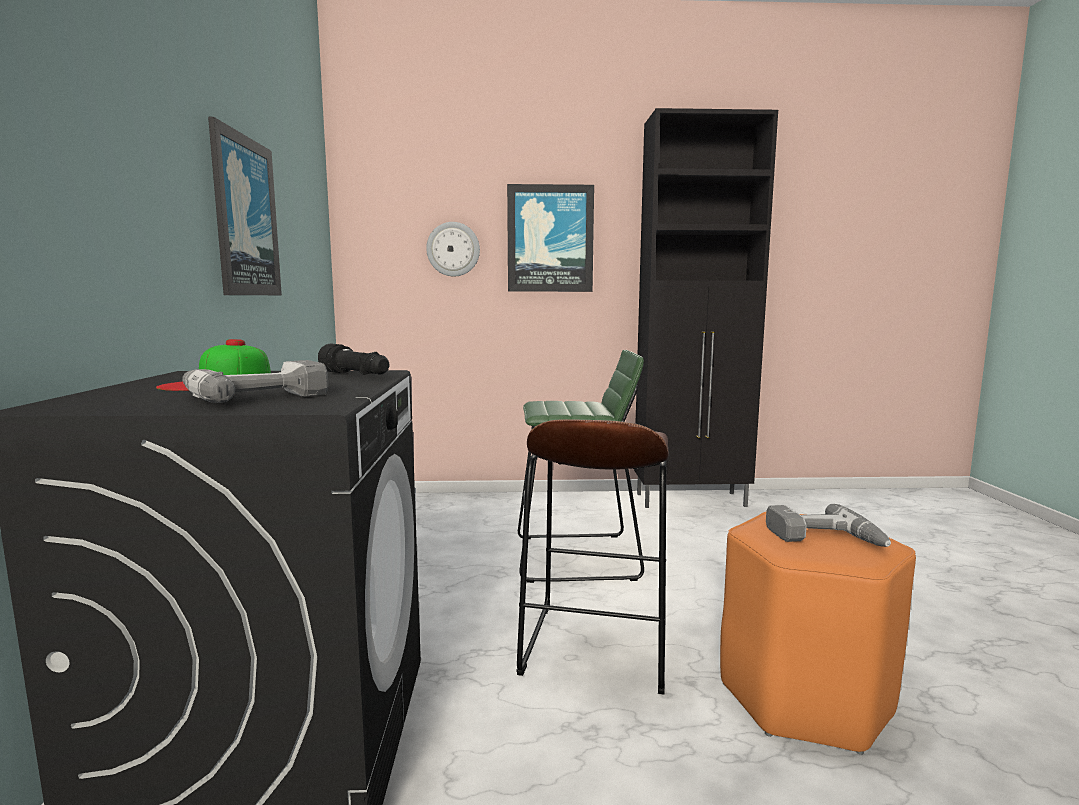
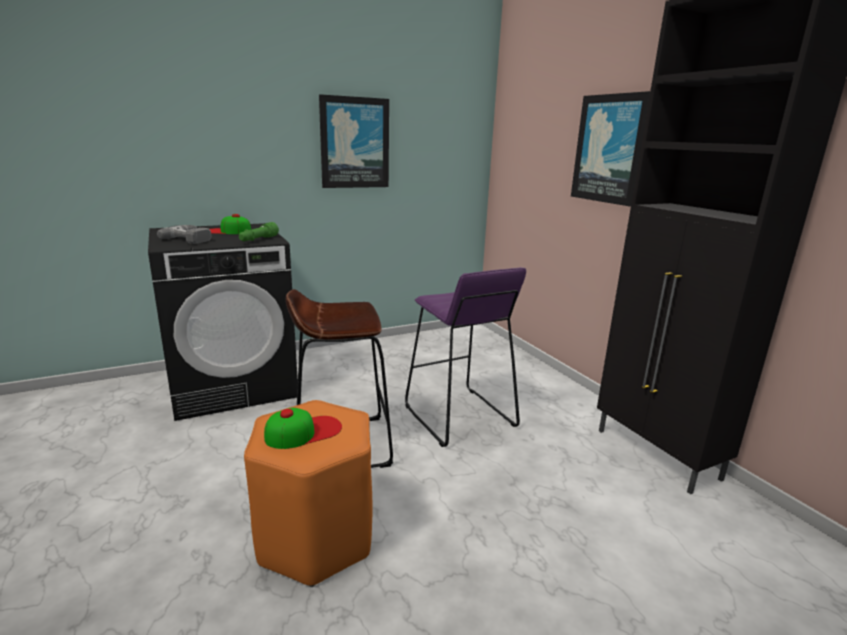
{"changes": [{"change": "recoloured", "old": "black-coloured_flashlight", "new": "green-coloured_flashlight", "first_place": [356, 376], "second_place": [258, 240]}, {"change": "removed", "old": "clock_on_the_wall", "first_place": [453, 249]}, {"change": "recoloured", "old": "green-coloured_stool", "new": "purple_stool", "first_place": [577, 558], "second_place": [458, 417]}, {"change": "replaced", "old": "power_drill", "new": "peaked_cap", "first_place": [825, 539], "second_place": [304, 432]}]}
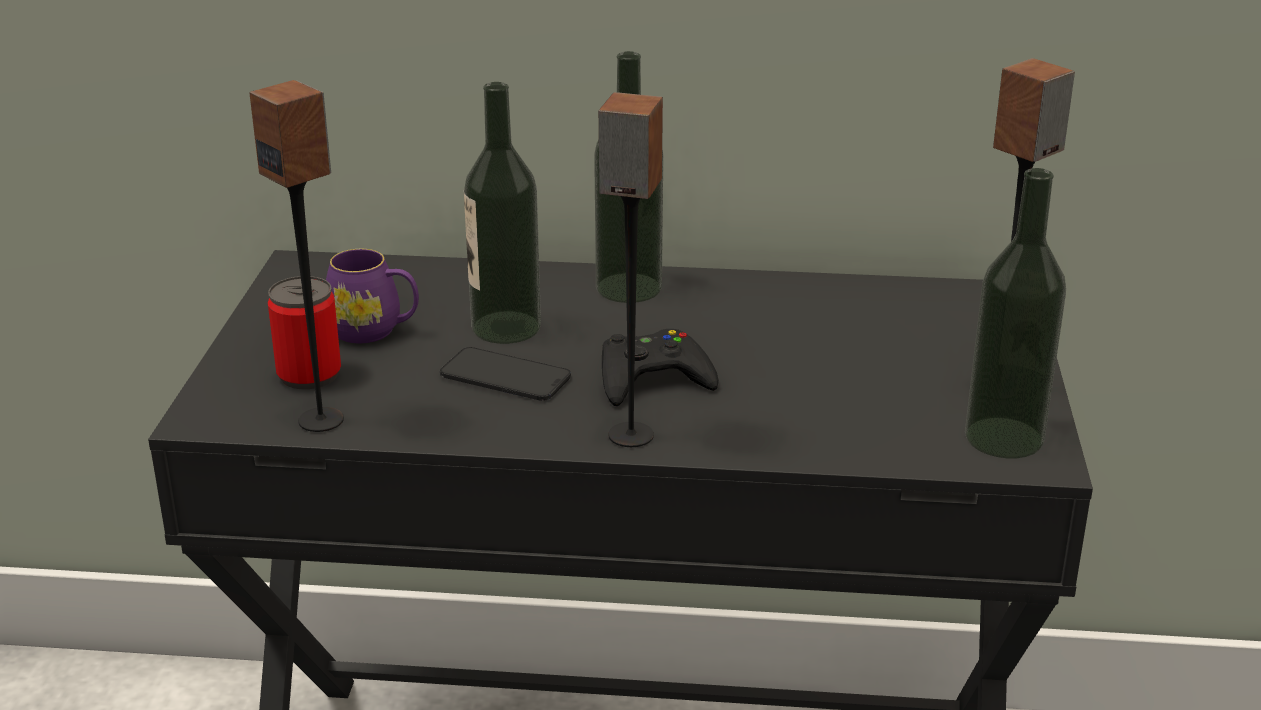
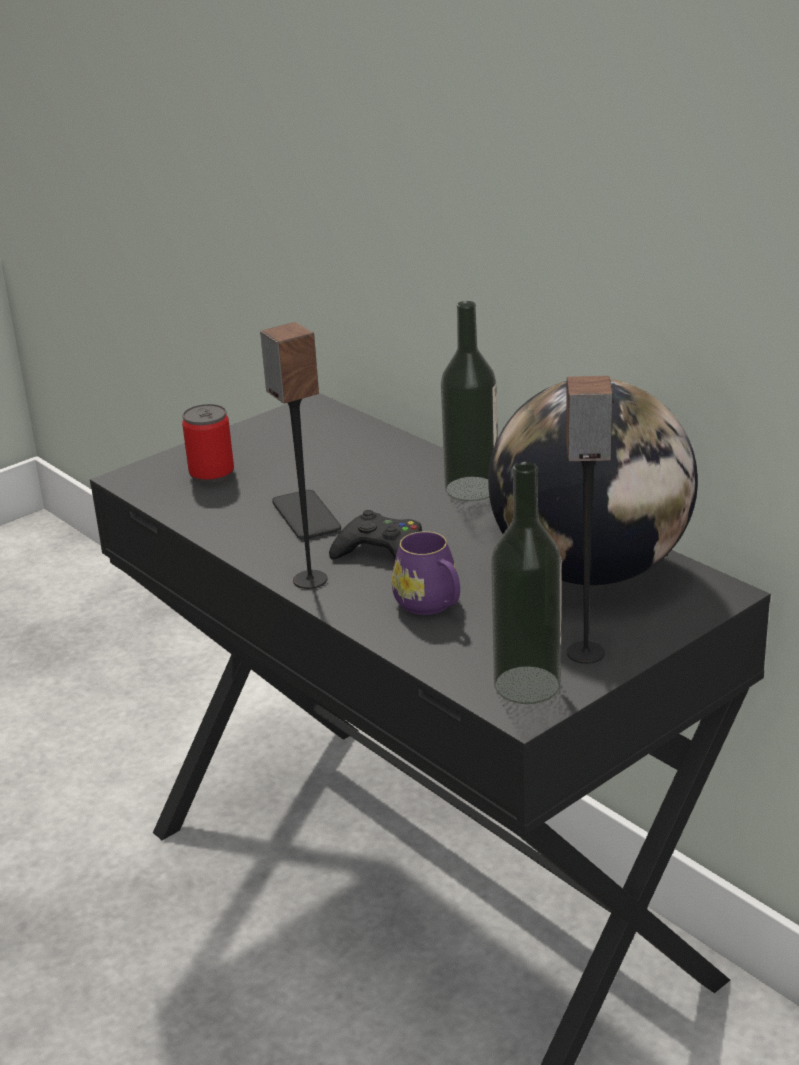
{"changes": [{"change": "removed", "old": "speaker", "first_place": [322, 420]}, {"change": "moved", "old": "purple_mug", "first_place": [373, 331], "second_place": [431, 605]}, {"change": "removed", "old": "drink_bottle", "first_place": [506, 327]}, {"change": "added", "new": "world_globe", "second_place": [591, 570]}]}
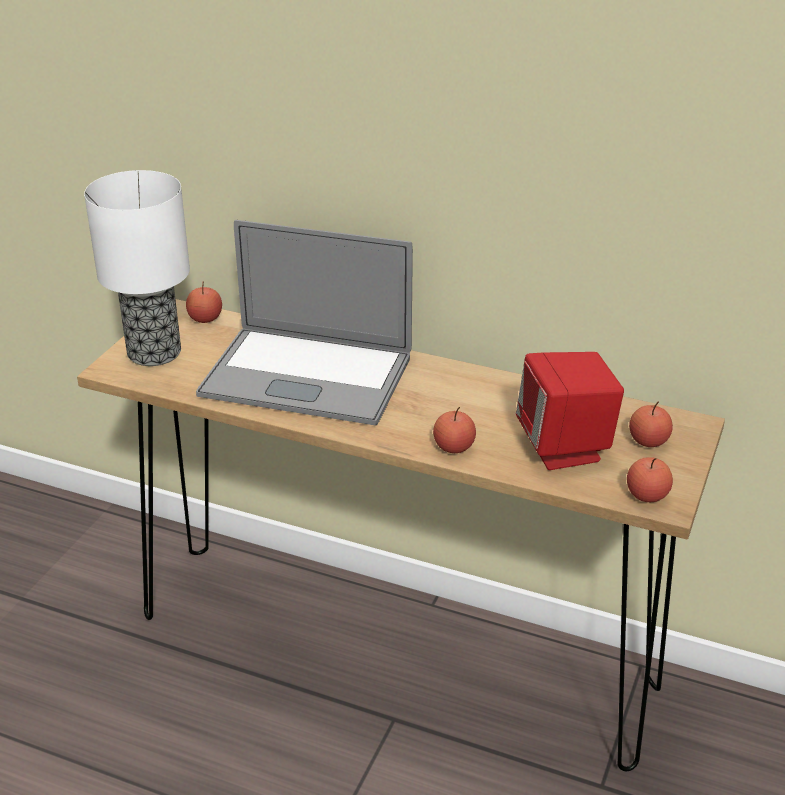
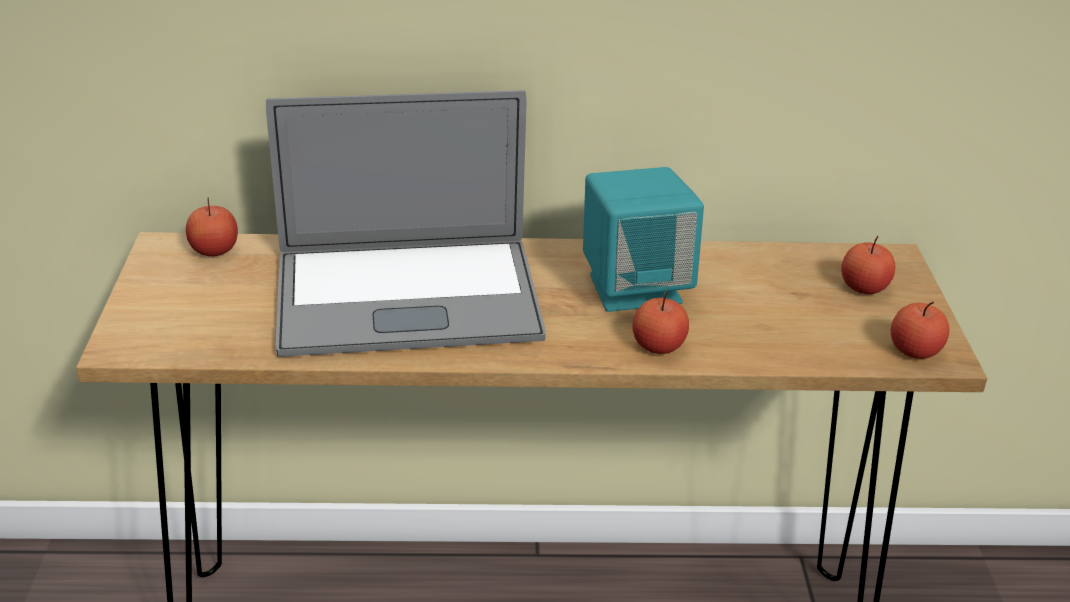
{"changes": [{"change": "removed", "old": "lamp_for_a_table", "first_place": [155, 353]}, {"change": "removed", "old": "red-coloured_speaker", "first_place": [564, 448]}, {"change": "added", "new": "turquoise-coloured_speaker", "second_place": [635, 288]}]}
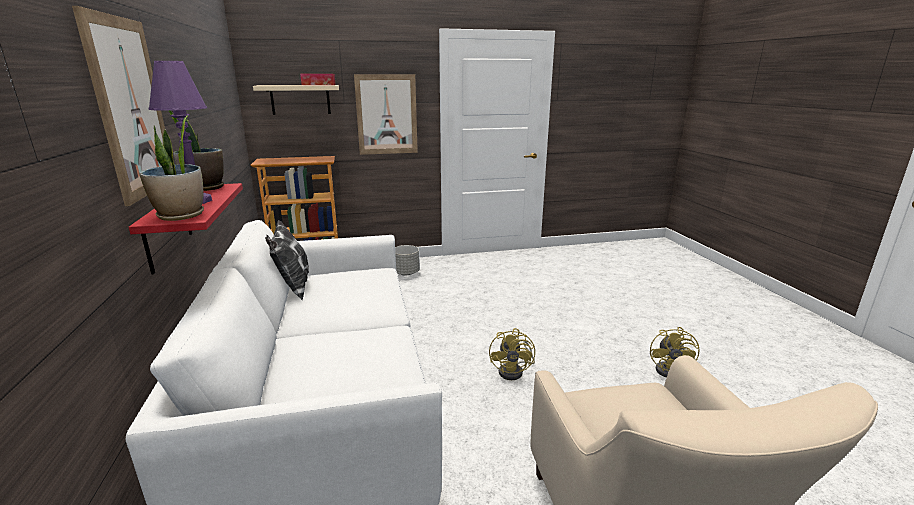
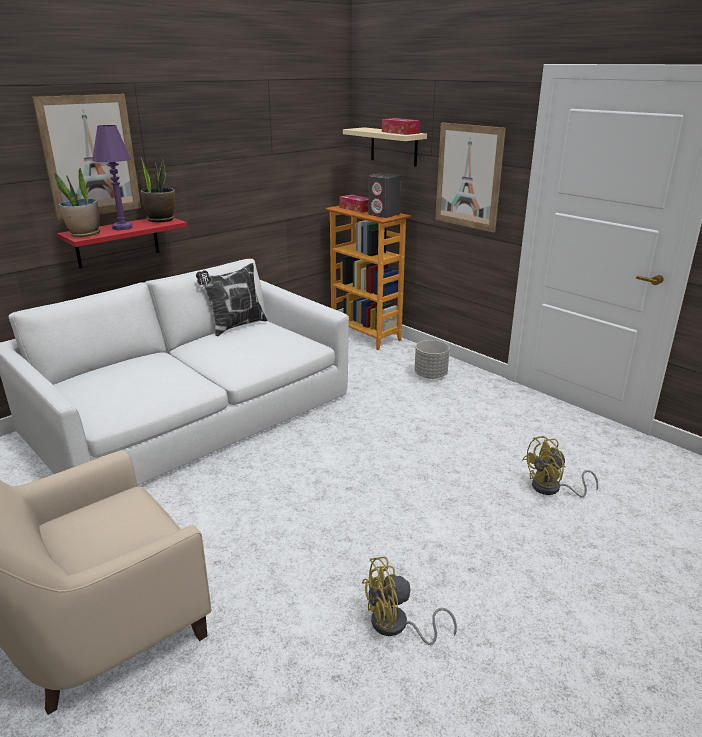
{"changes": [{"change": "moved", "old": "yellowish_cooling_fan", "first_place": [514, 371], "second_place": [552, 489]}, {"change": "added", "new": "tissue_box", "second_place": [356, 209]}, {"change": "added", "new": "grey_speaker", "second_place": [384, 215]}]}
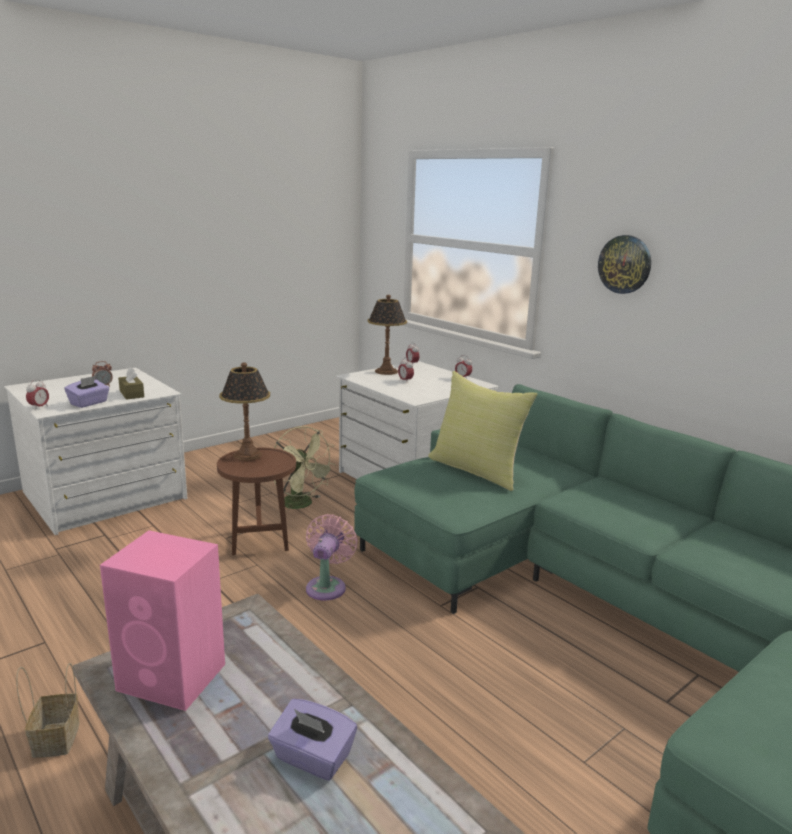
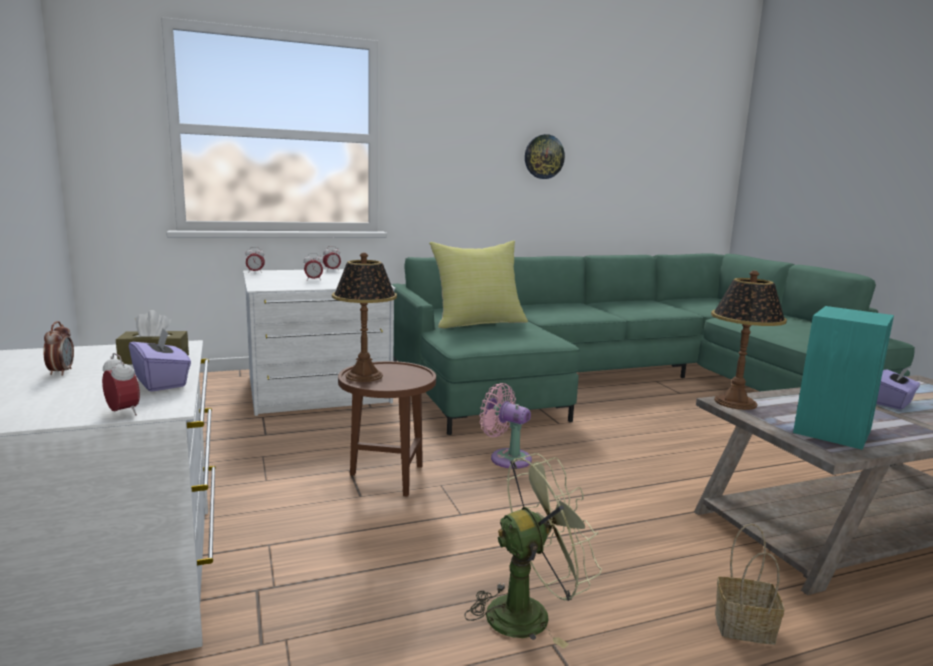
{"changes": [{"change": "recoloured", "old": "pink_speaker", "new": "turquoise-coloured_speaker", "first_place": [174, 677], "second_place": [833, 430]}, {"change": "moved", "old": "green-coloured_cooling_fan", "first_place": [302, 505], "second_place": [529, 612]}, {"change": "moved", "old": "lamp_for_a_table", "first_place": [386, 371], "second_place": [736, 402]}, {"change": "moved", "old": "clock_on_the_wall", "first_place": [624, 264], "second_place": [544, 156]}]}
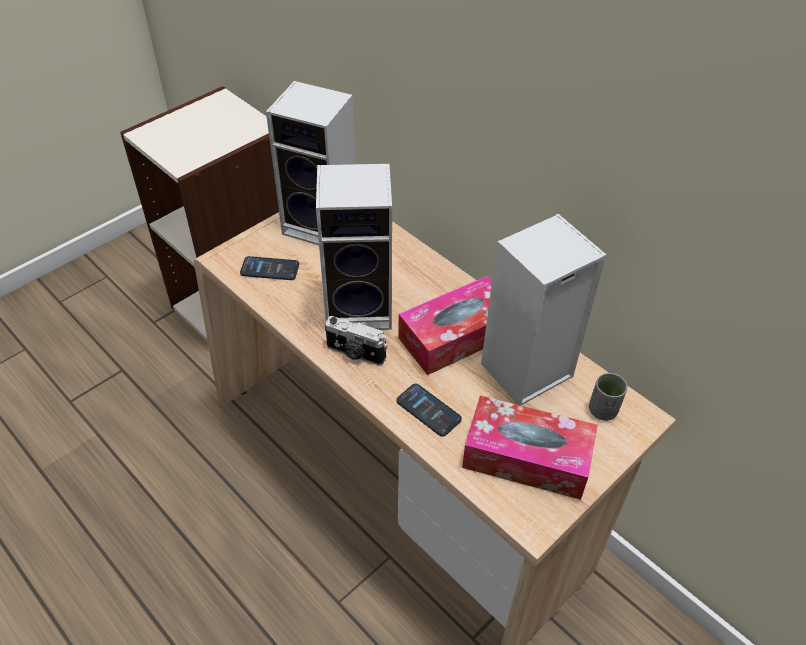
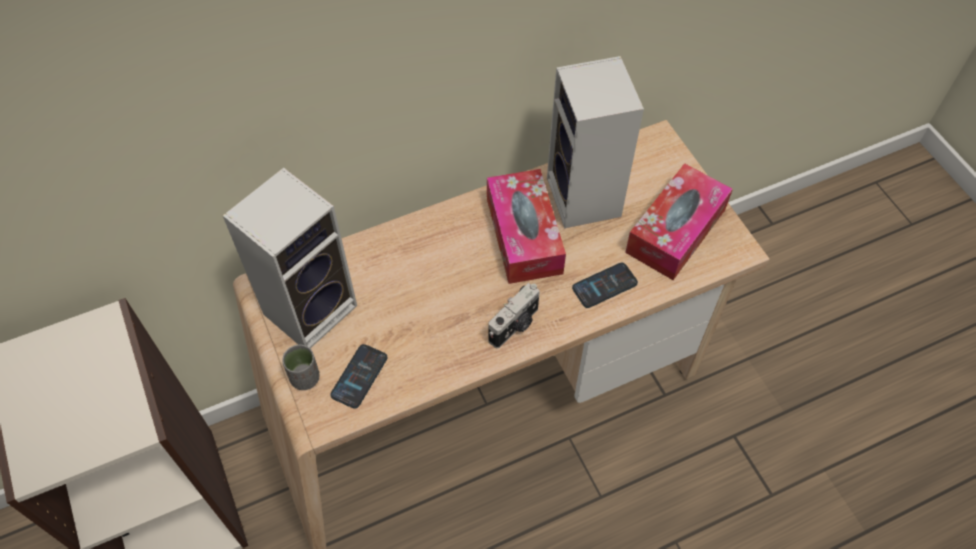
{"changes": [{"change": "removed", "old": "speaker", "first_place": [362, 307]}, {"change": "moved", "old": "grey_small_cup", "first_place": [603, 410], "second_place": [305, 378]}]}
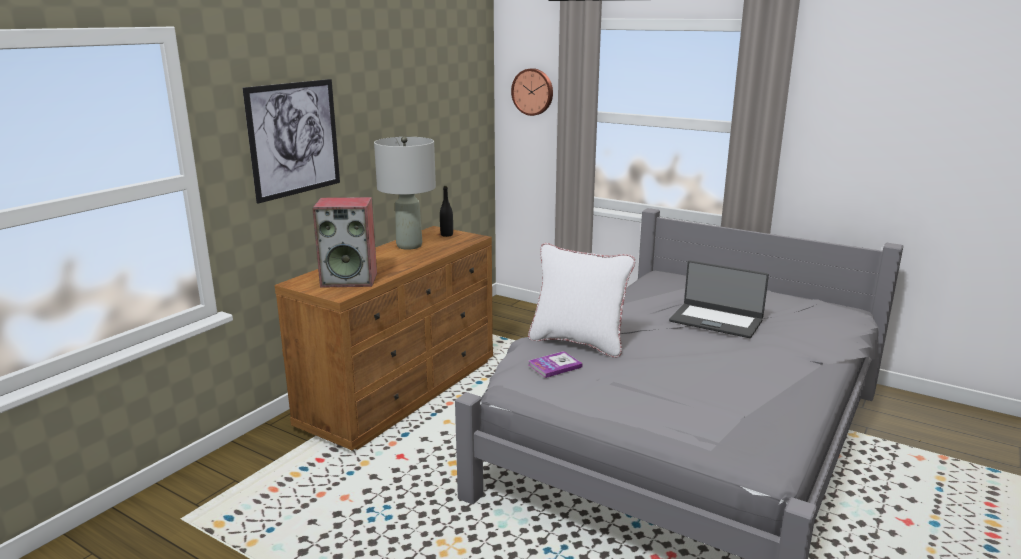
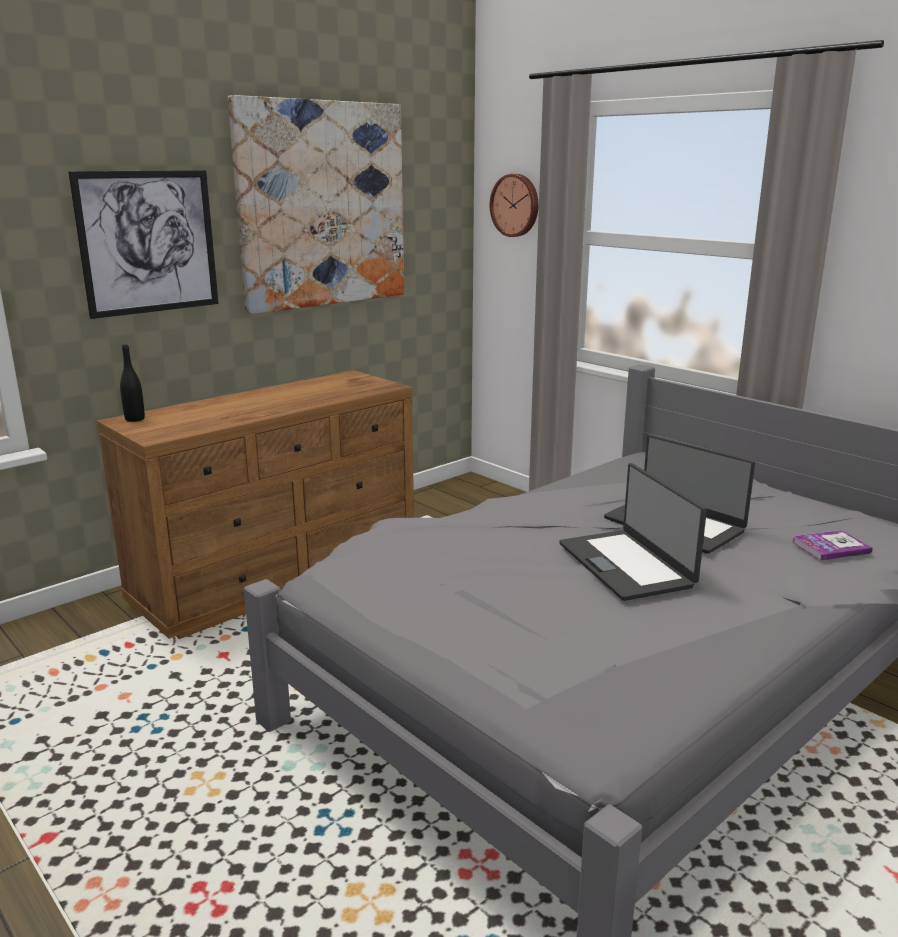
{"changes": [{"change": "removed", "old": "speaker", "first_place": [350, 280]}, {"change": "removed", "old": "grey_lamp_for_a_table", "first_place": [408, 245]}, {"change": "moved", "old": "black-coloured_drink_bottle", "first_place": [446, 235], "second_place": [135, 419]}, {"change": "removed", "old": "white_pillow", "first_place": [578, 342]}, {"change": "moved", "old": "volume", "first_place": [555, 366], "second_place": [830, 547]}, {"change": "added", "new": "wall_art", "second_place": [323, 205]}, {"change": "added", "new": "notebook_computer", "second_place": [627, 564]}]}
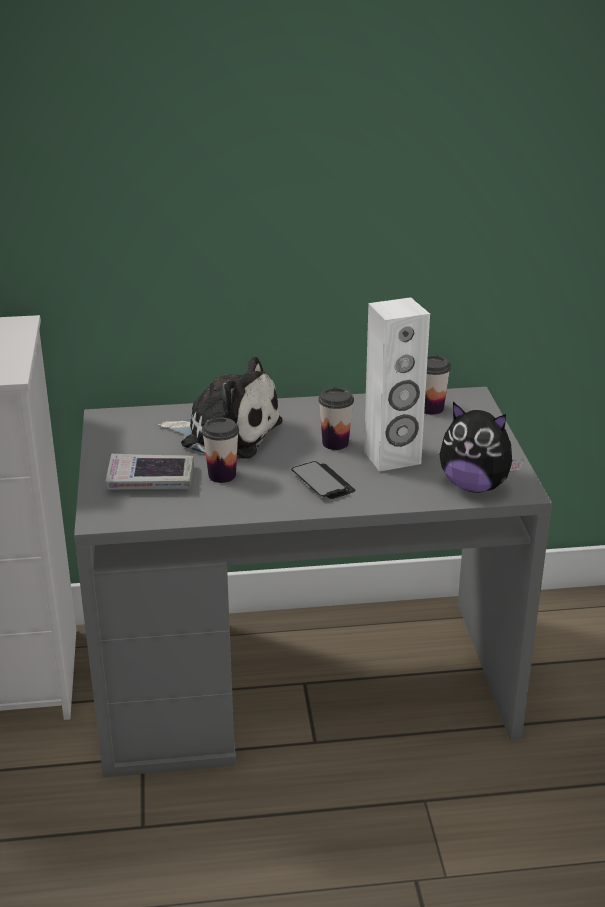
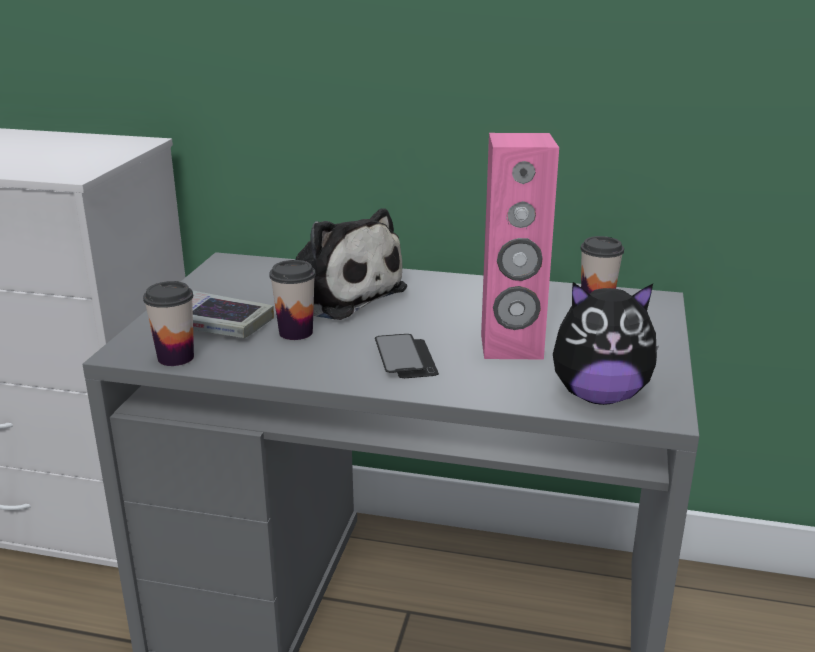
{"changes": [{"change": "moved", "old": "small_cup", "first_place": [335, 443], "second_place": [176, 357]}, {"change": "recoloured", "old": "white_speaker", "new": "pink_speaker", "first_place": [392, 458], "second_place": [511, 347]}, {"change": "turned", "old": "plush_toy", "first_place": [475, 486], "second_place": [599, 396], "degrees": -45}]}
